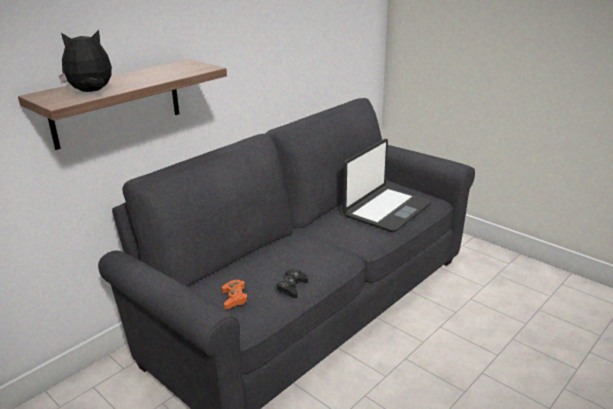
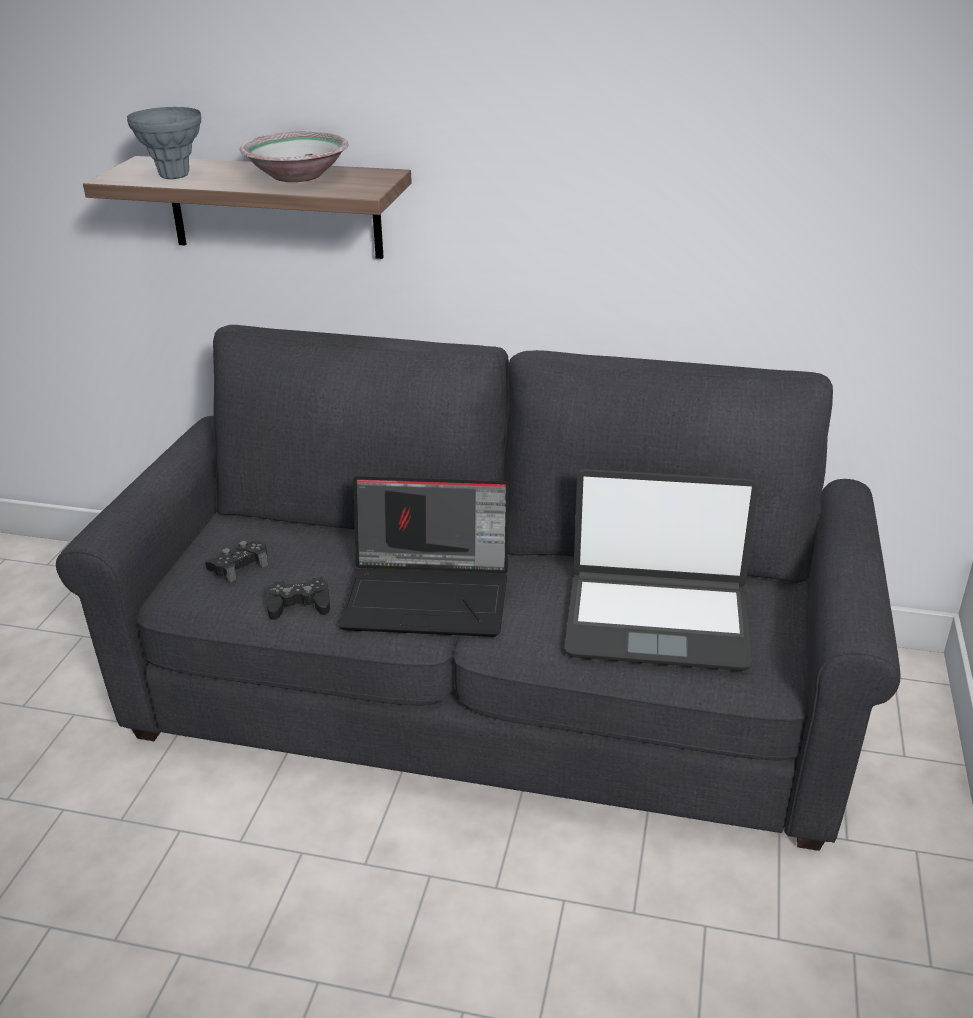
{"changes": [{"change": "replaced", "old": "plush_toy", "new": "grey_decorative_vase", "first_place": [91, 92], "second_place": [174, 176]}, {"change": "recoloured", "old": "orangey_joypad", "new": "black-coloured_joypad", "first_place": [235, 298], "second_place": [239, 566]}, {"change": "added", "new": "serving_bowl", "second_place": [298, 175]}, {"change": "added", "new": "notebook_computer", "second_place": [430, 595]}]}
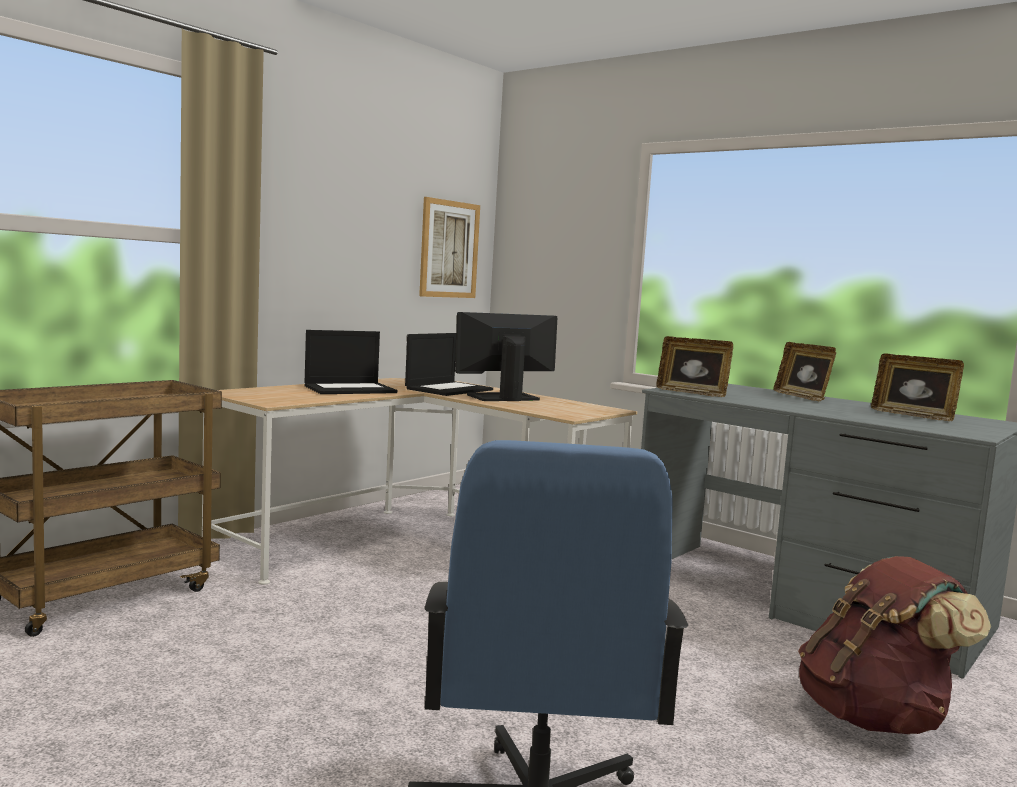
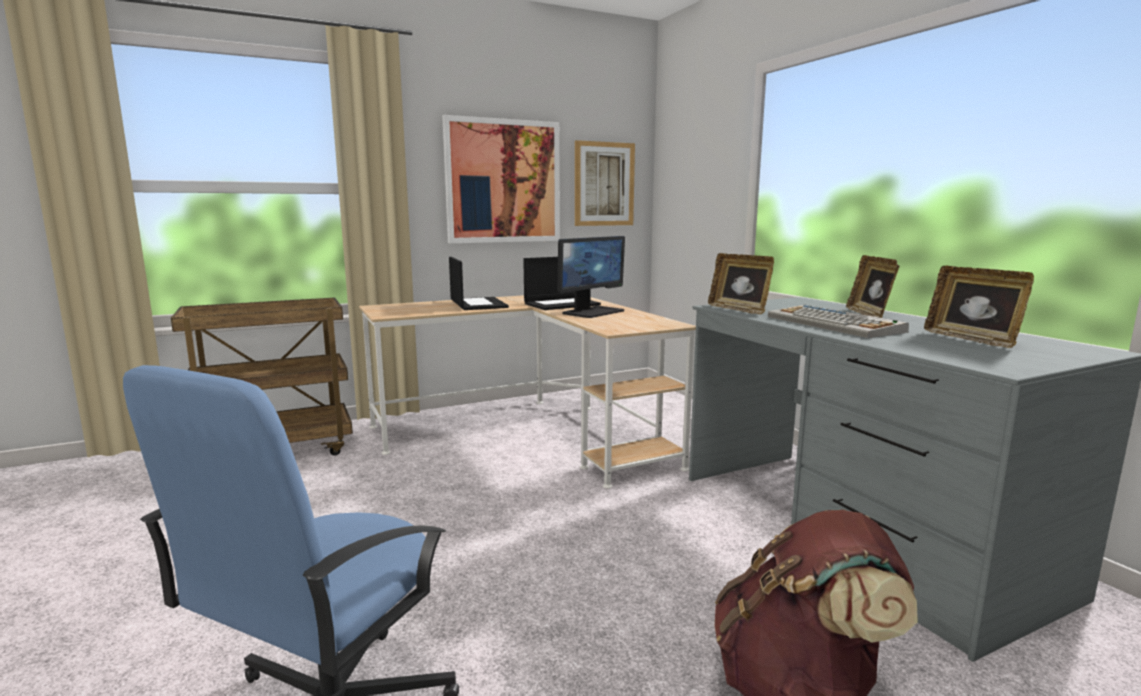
{"changes": [{"change": "turned", "old": "notebook_computer", "first_place": [350, 389], "second_place": [477, 304], "degrees": -105}, {"change": "turned", "old": "monitor", "first_place": [503, 397], "second_place": [592, 312], "degrees": 135}, {"change": "added", "new": "wall_art", "second_place": [503, 181]}, {"change": "added", "new": "computer_keyboard", "second_place": [835, 324]}]}
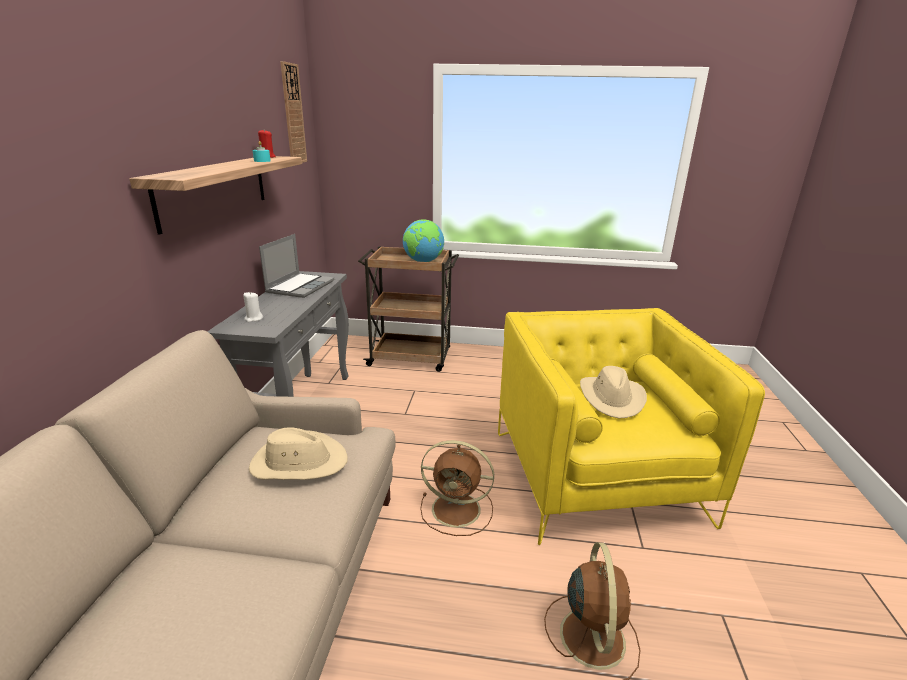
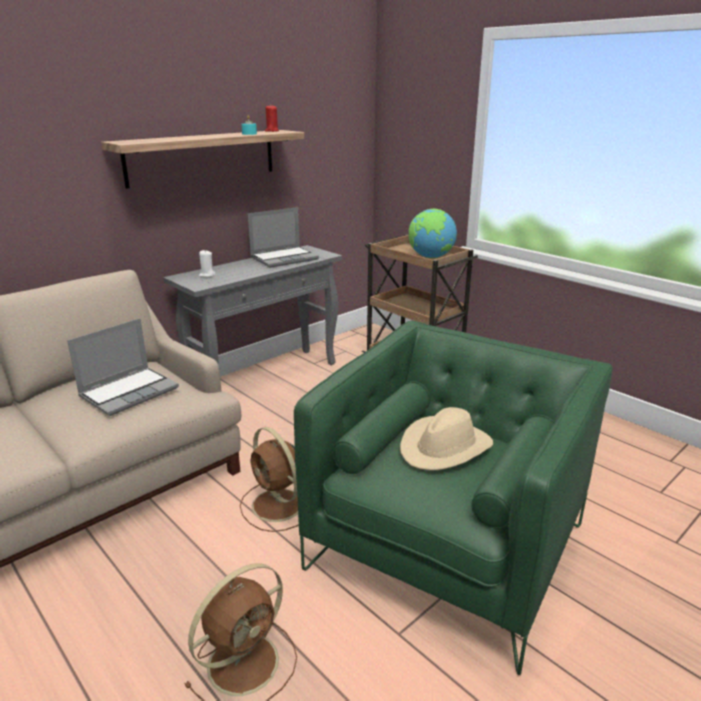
{"changes": [{"change": "replaced", "old": "beige_wearable_hat", "new": "notebook_computer", "first_place": [298, 462], "second_place": [129, 392]}, {"change": "removed", "old": "clock_on_the_wall", "first_place": [293, 114]}, {"change": "recoloured", "old": "yellowish_easy_chair", "new": "green-coloured_easy_chair", "first_place": [595, 476], "second_place": [448, 546]}]}
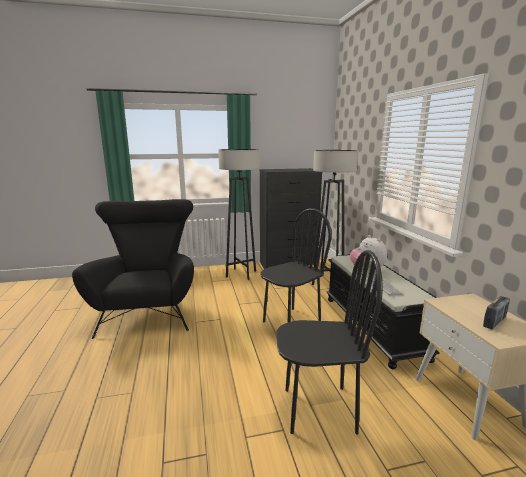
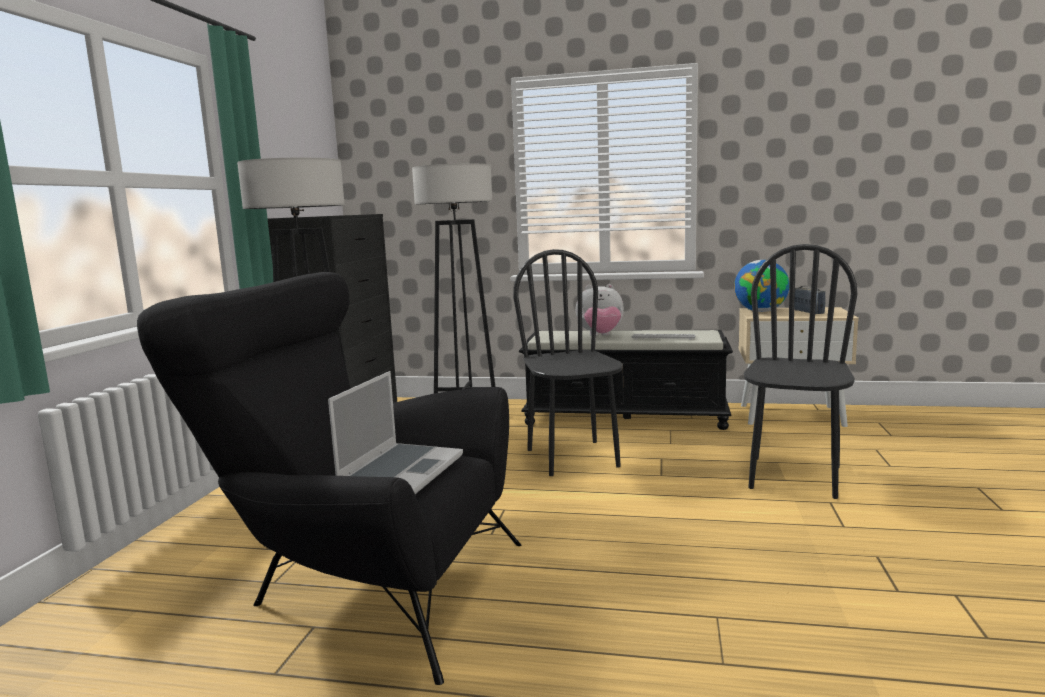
{"changes": [{"change": "added", "new": "notebook_computer", "second_place": [401, 471]}, {"change": "added", "new": "world_globe", "second_place": [760, 311]}]}
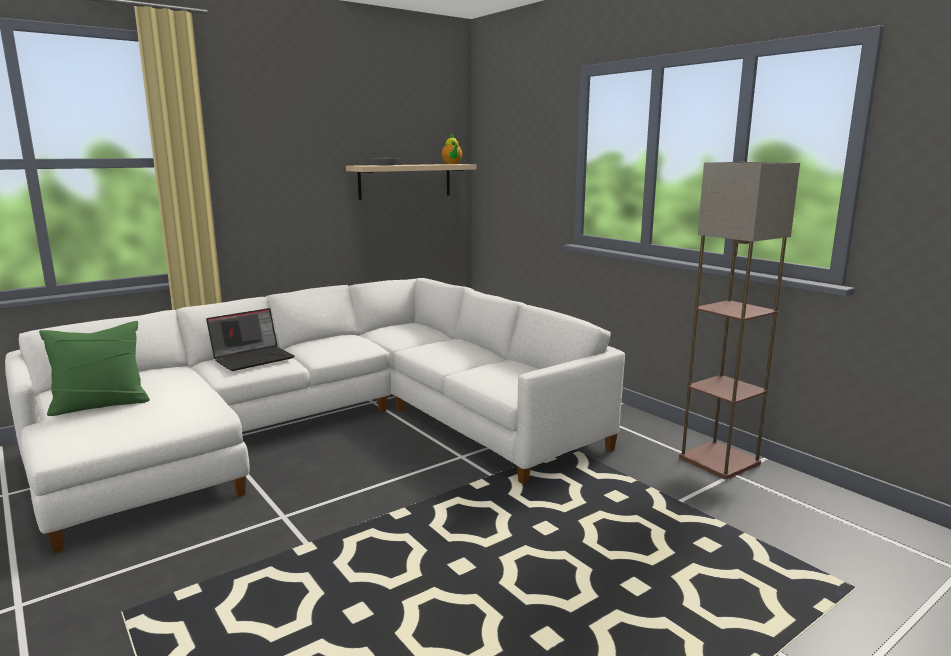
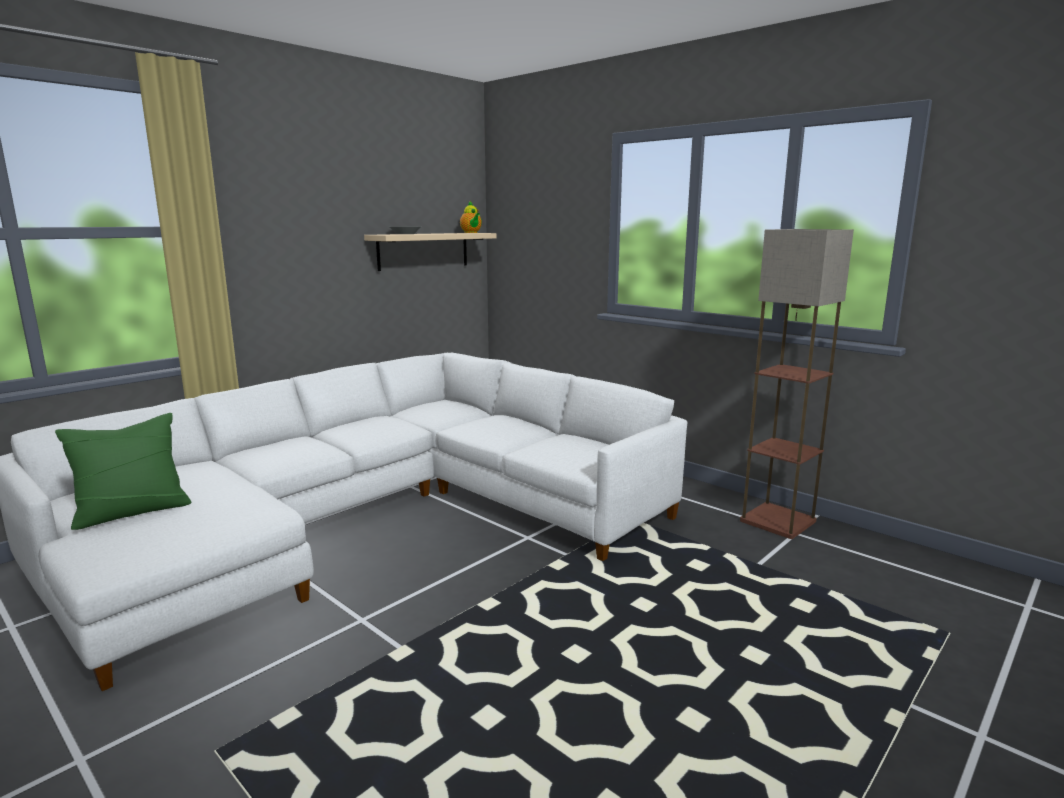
{"changes": [{"change": "removed", "old": "notebook_computer", "first_place": [253, 358]}]}
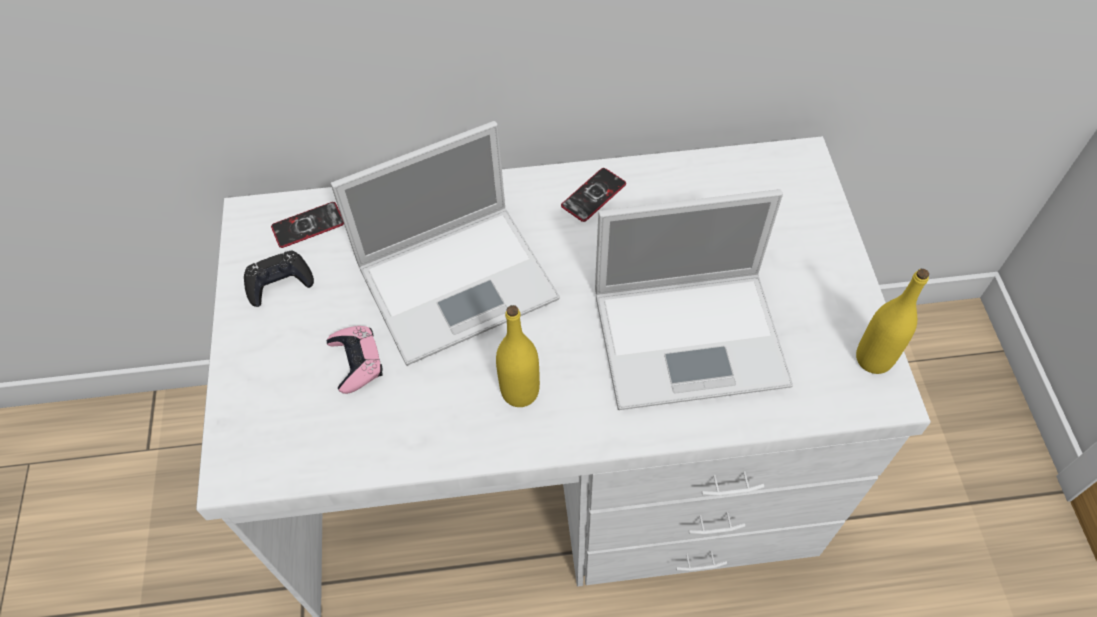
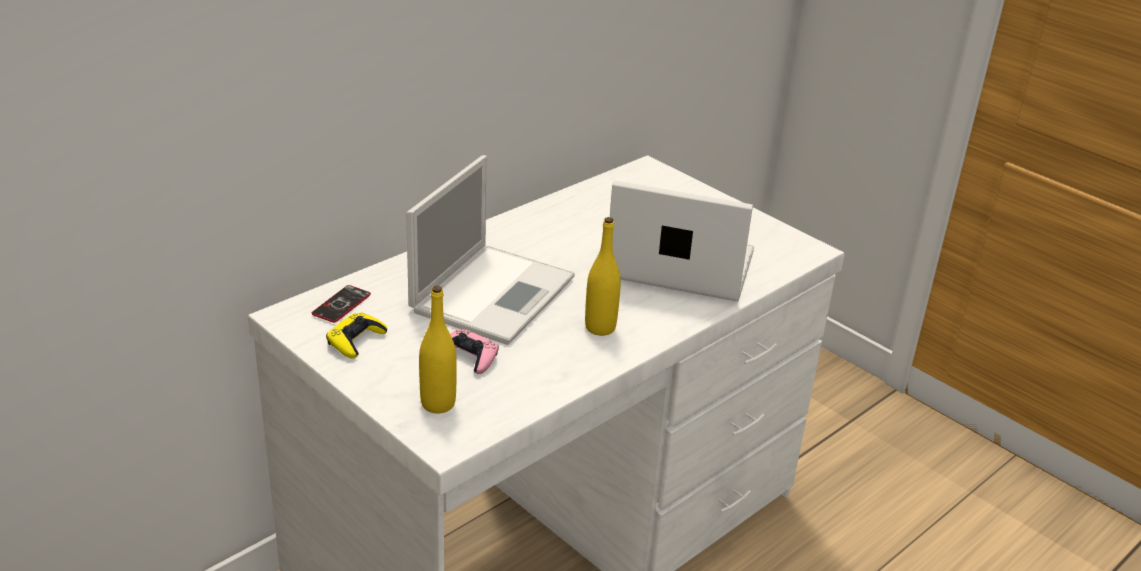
{"changes": [{"change": "recoloured", "old": "black-coloured_joypad", "new": "yellowish_joypad", "first_place": [279, 282], "second_place": [356, 340]}, {"change": "removed", "old": "handset", "first_place": [593, 195]}, {"change": "turned", "old": "notebook_computer", "first_place": [693, 337], "second_place": [677, 265], "degrees": -120}, {"change": "moved", "old": "yellowish_drink_bottle", "first_place": [873, 359], "second_place": [438, 404]}]}
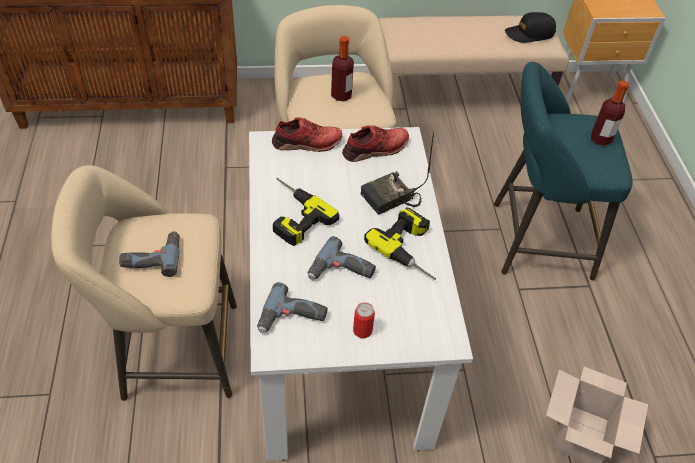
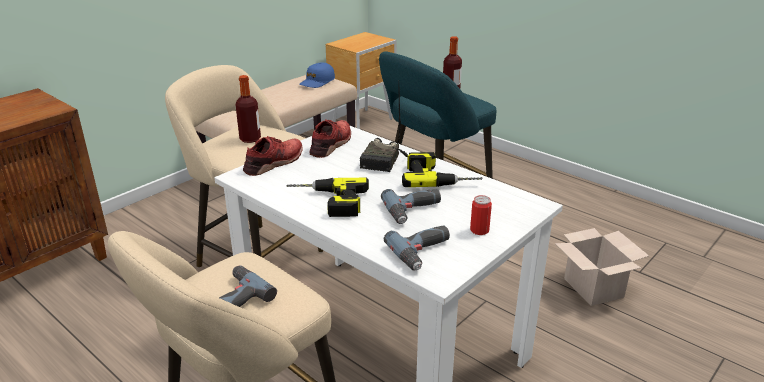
{"changes": [{"change": "recoloured", "old": "black-coloured_peaked_cap", "new": "bluish_peaked_cap", "first_place": [529, 34], "second_place": [317, 82]}]}
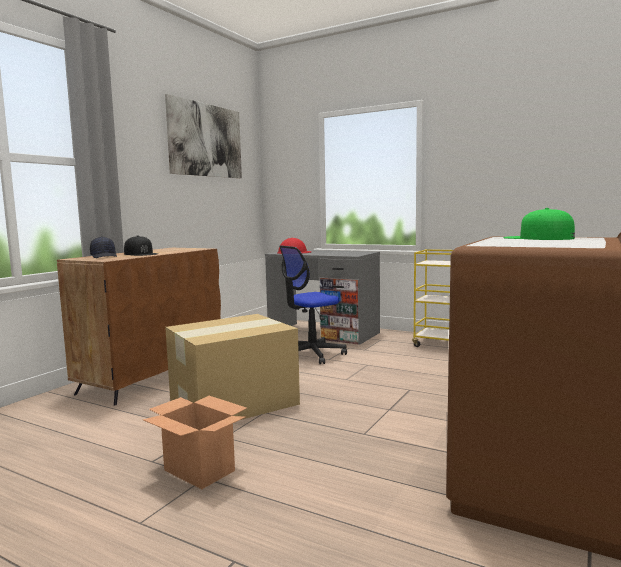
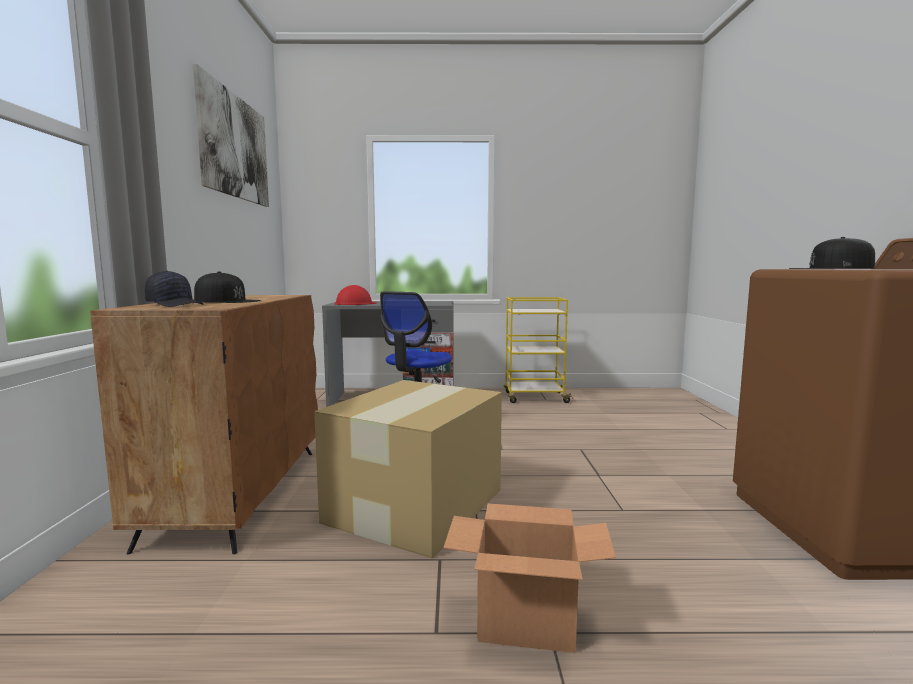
{"changes": [{"change": "recoloured", "old": "green-coloured_peaked_cap", "new": "black-coloured_peaked_cap", "first_place": [538, 238], "second_place": [830, 268]}]}
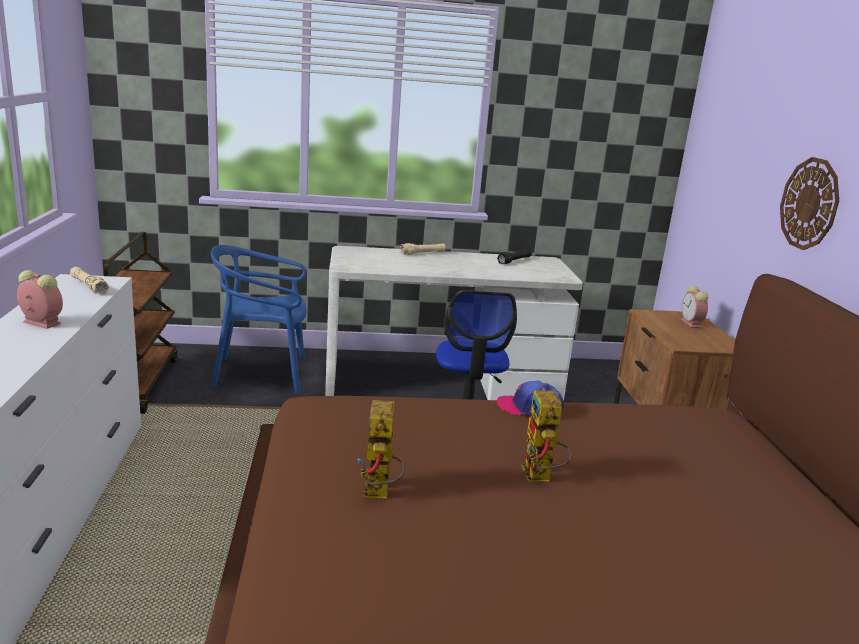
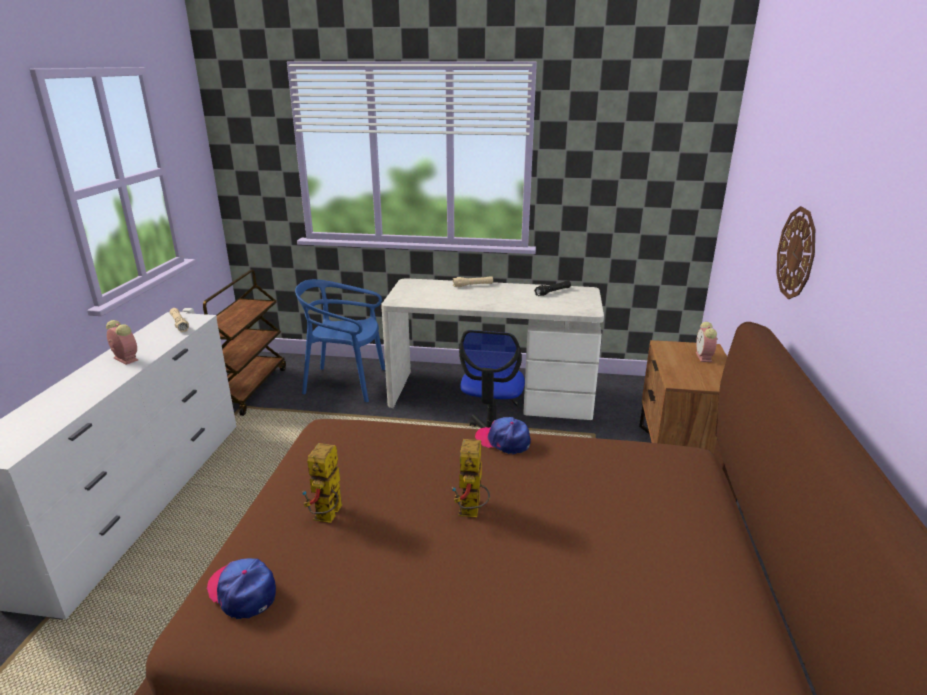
{"changes": [{"change": "added", "new": "peaked_cap", "second_place": [243, 591]}]}
